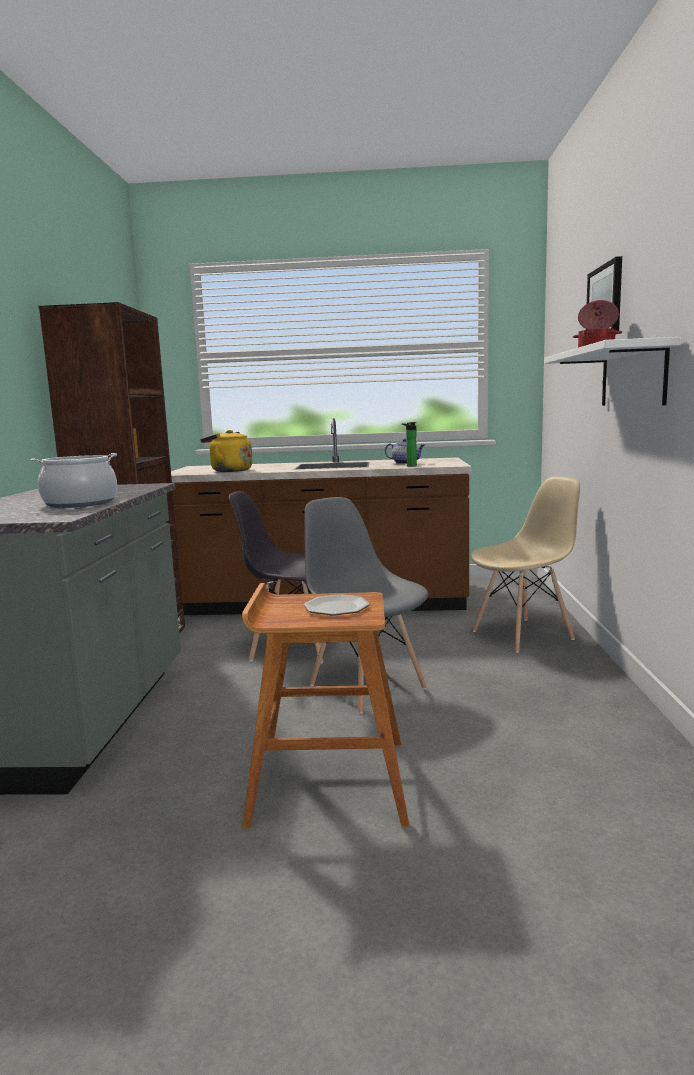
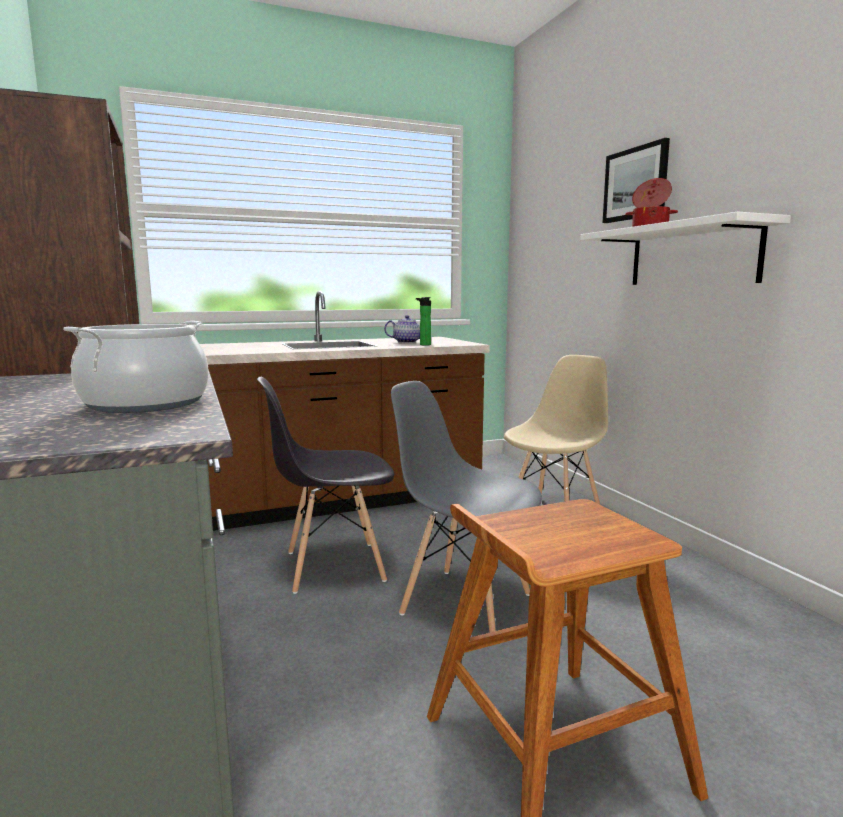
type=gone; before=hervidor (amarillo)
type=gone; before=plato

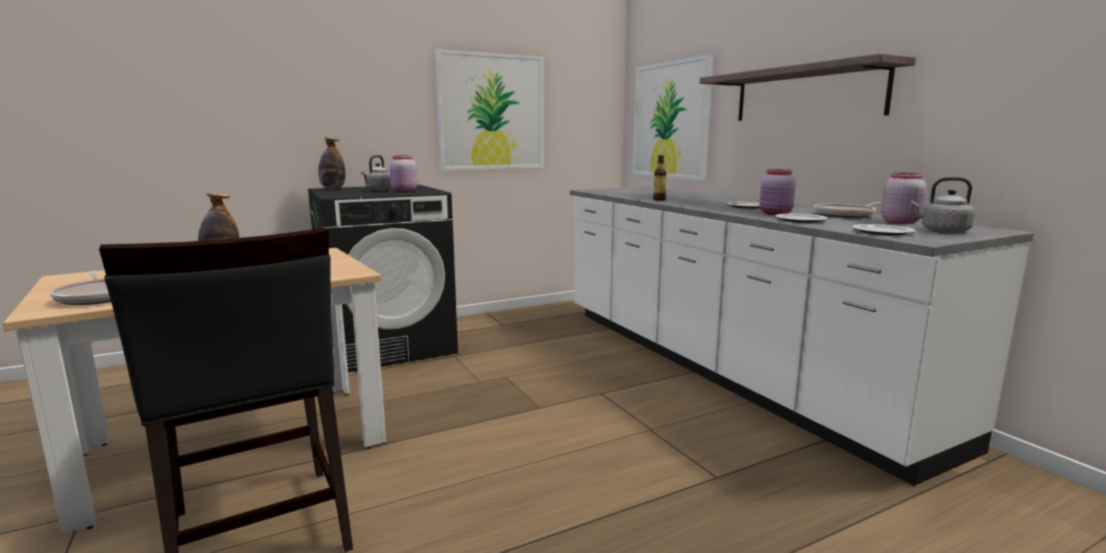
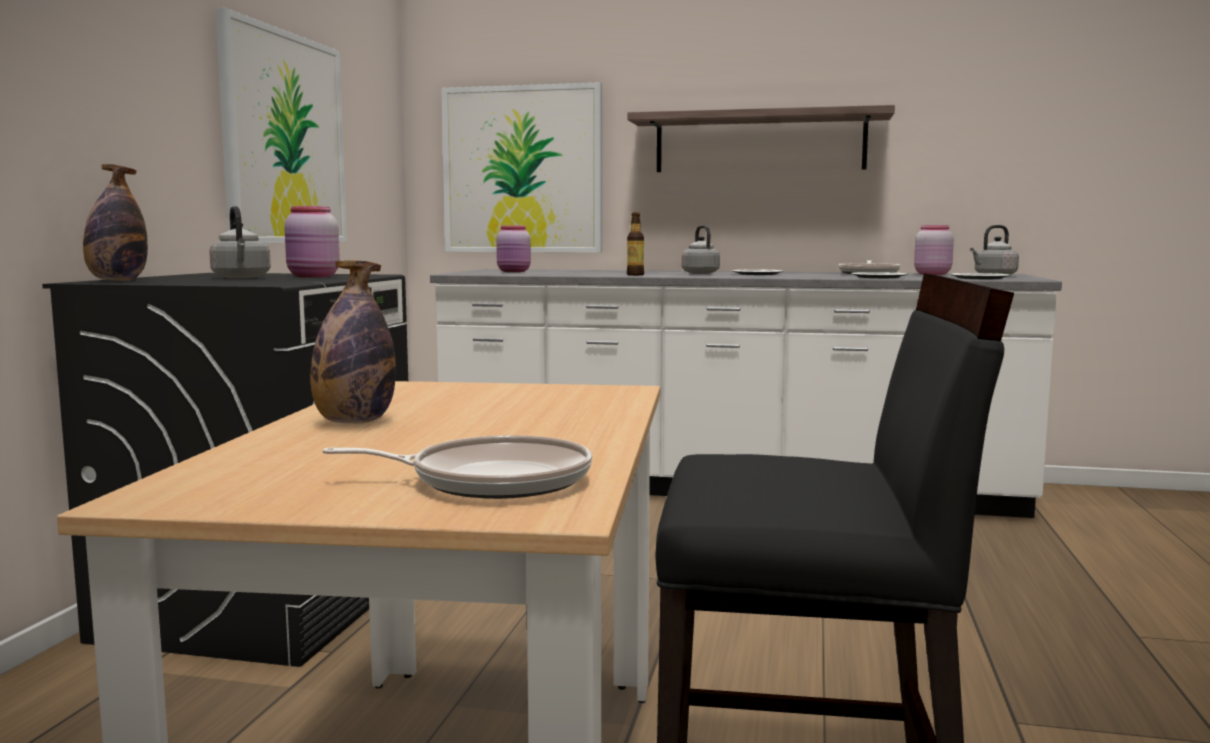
type=shifted; before=tarro (rosa) (no. 2 from left)
type=new; after=hervidor (gris) (no. 2 from left)

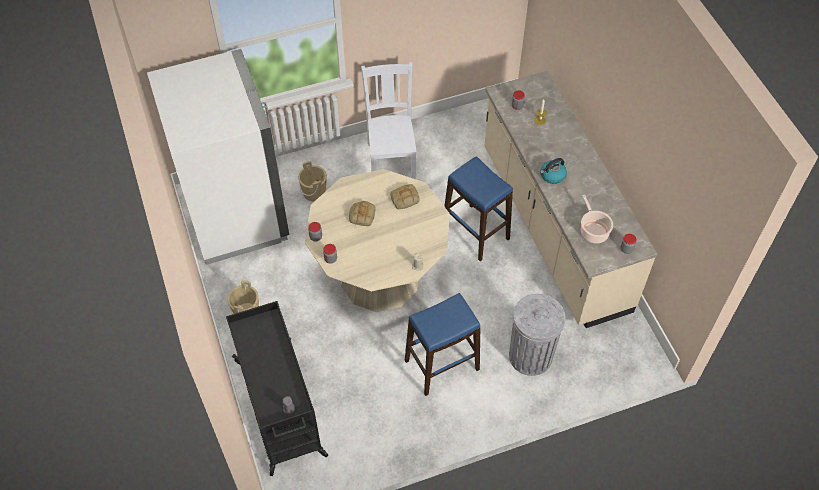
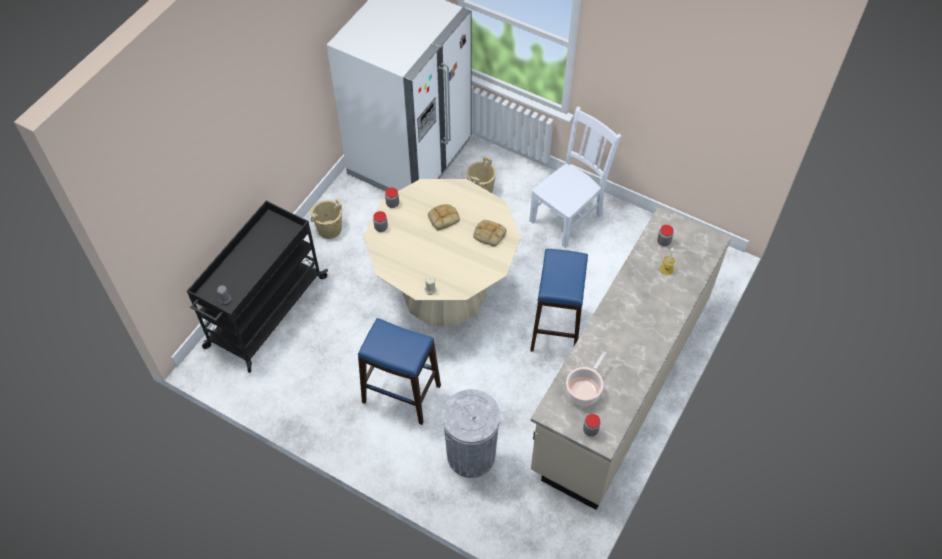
type=gone; before=hervidor

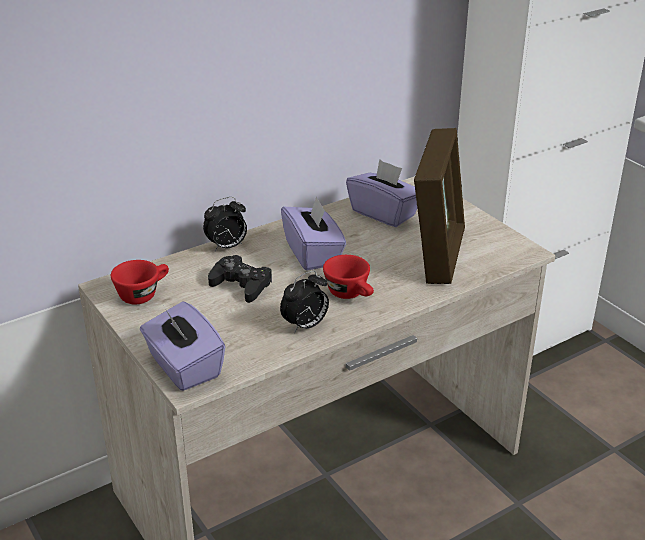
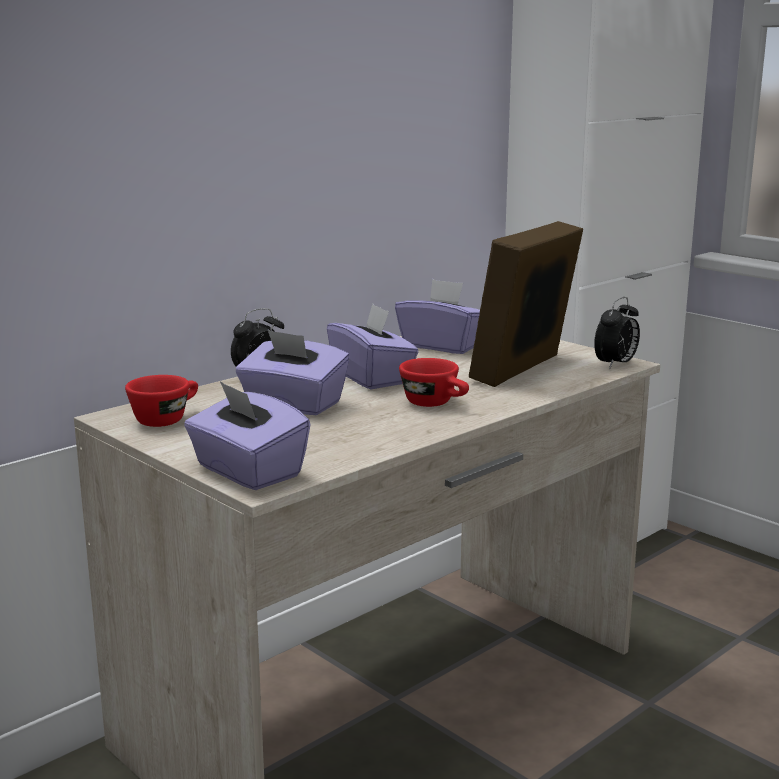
type=swapped; before=mando de consola (negro); after=caja de pañuelos (morado) (no. 2 from left)
type=shifted; before=despertador (no. 2 from left)
type=rotated; before=portarretratos; turn=-150

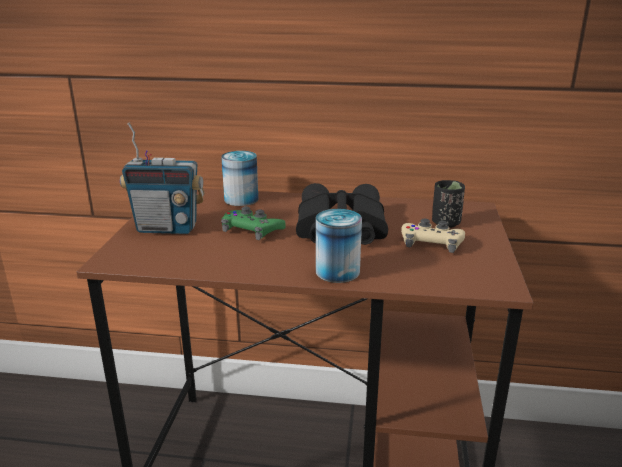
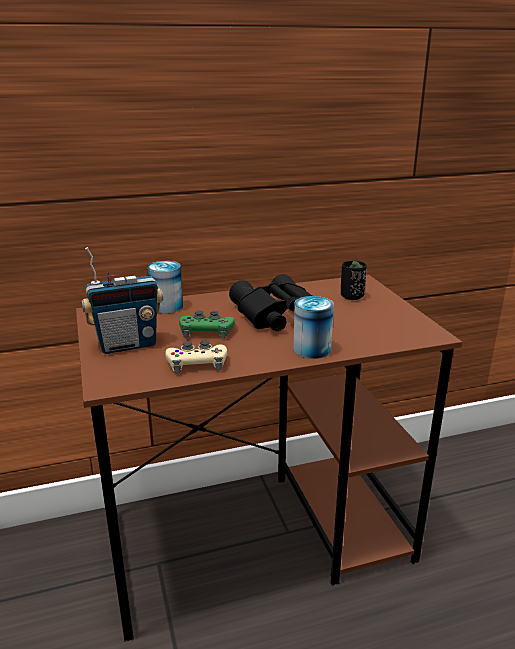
type=shifted; before=mando de consola (beis)

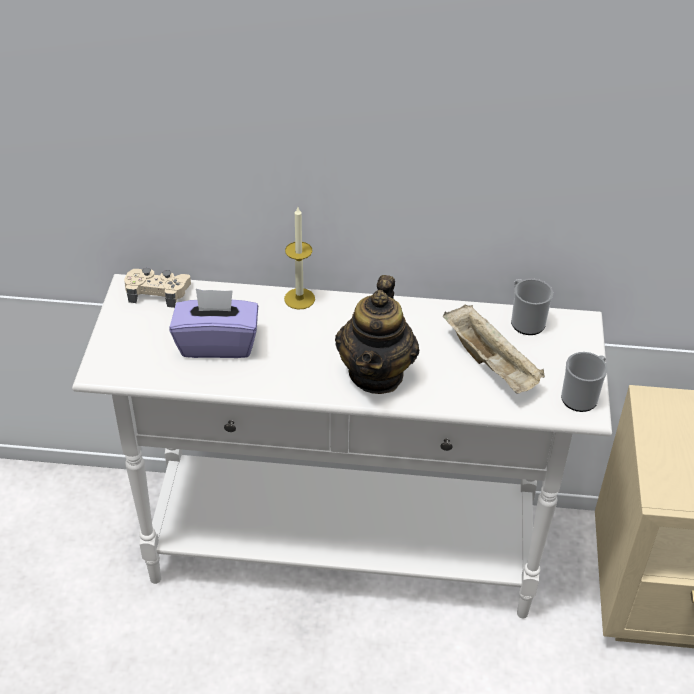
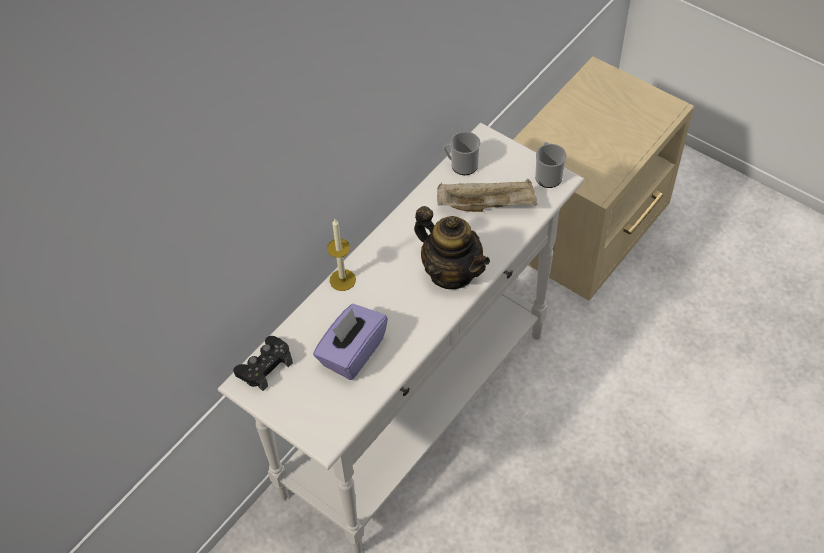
type=repainted; before=mando de consola (beis); after=mando de consola (negro)

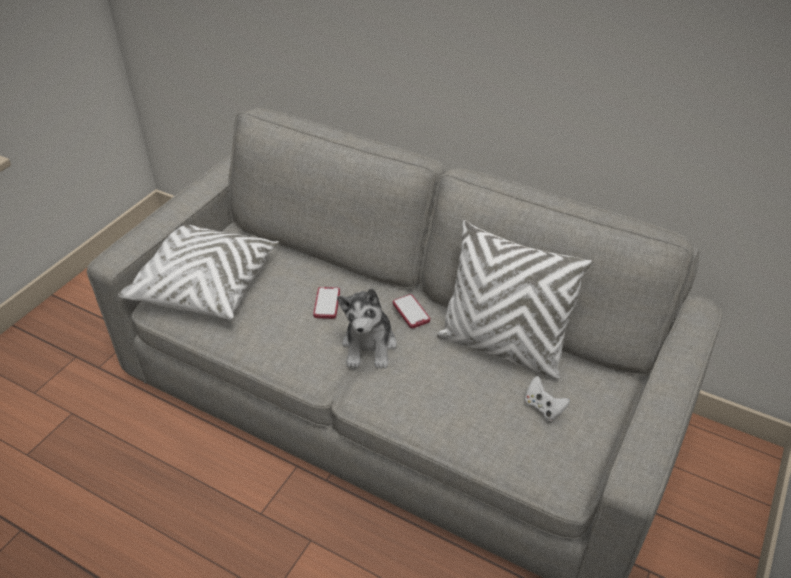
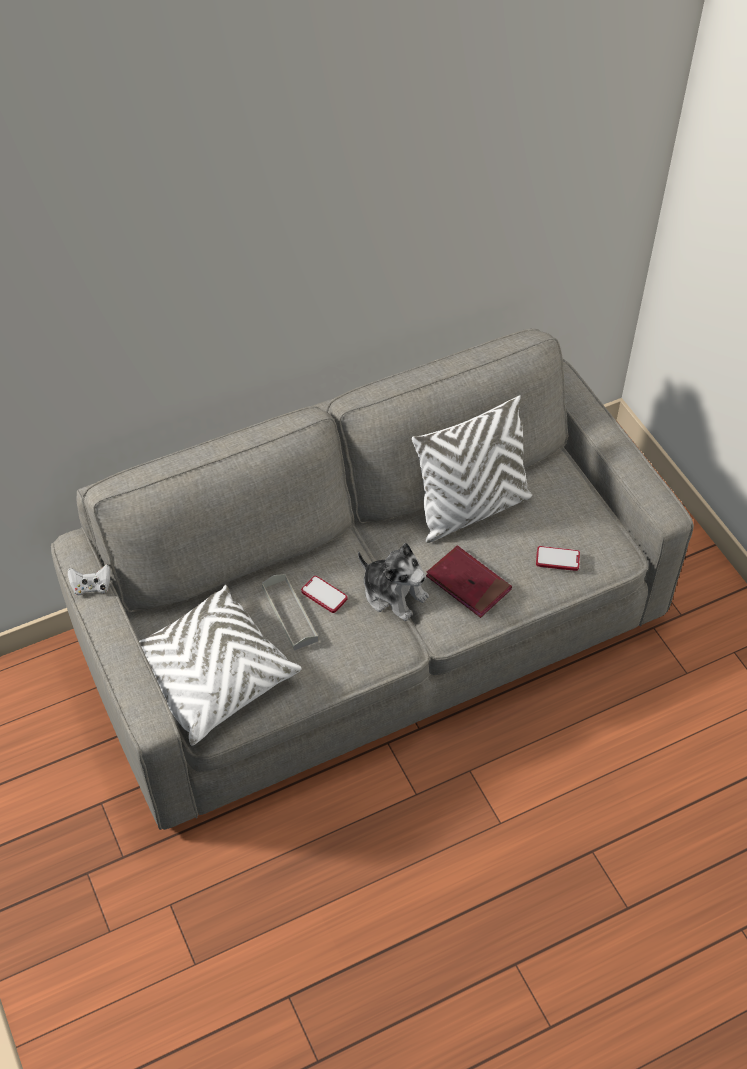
type=shifted; before=móvil (no. 2 from left)
type=shifted; before=mando de consola (blanco)
type=new; after=bandeja (gris)
type=new; after=libro (rojo)

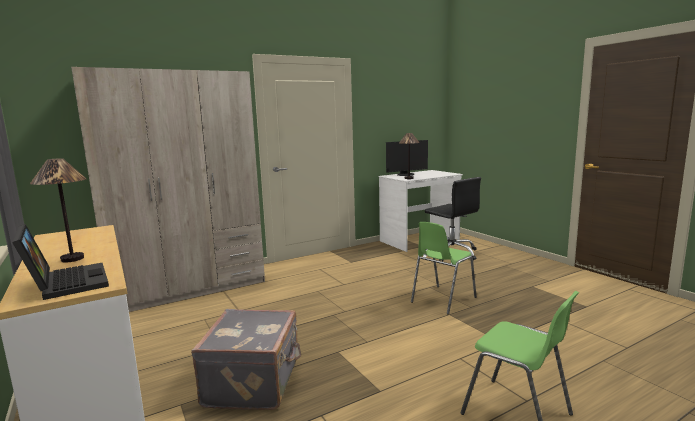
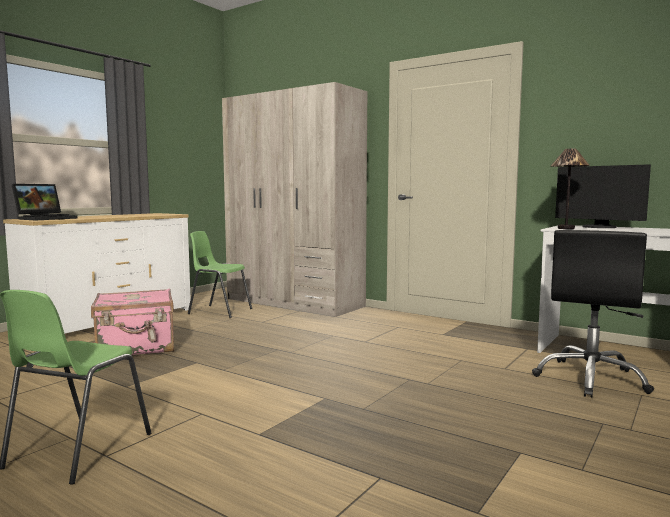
type=gone; before=lámpara de mesa (no. 1 from left)
type=repainted; before=maleta (gris); after=maleta (rosa)
type=shifted; before=silla (verde) (no. 1 from left in the first image); after=silla (verde) (no. 2 from left)

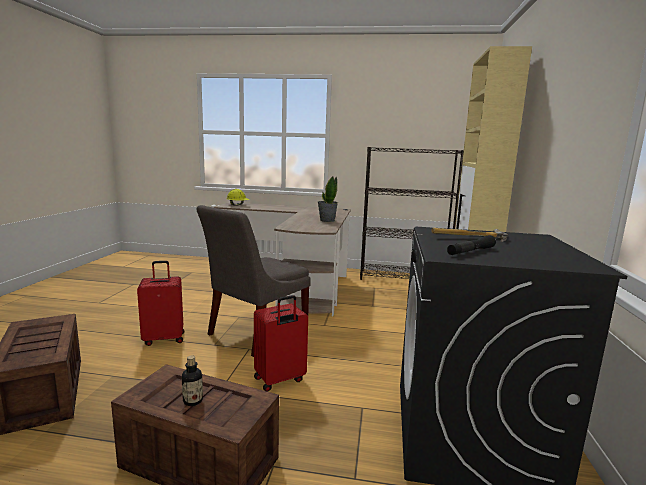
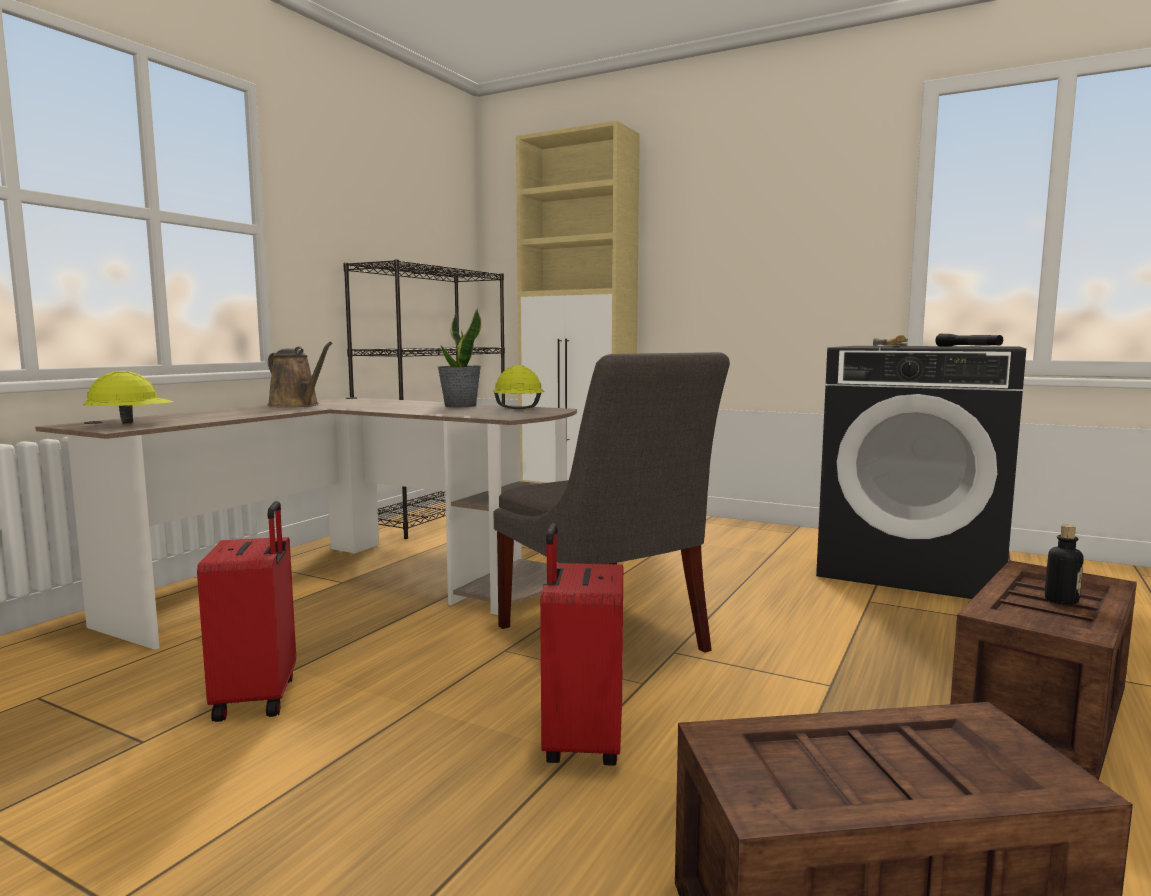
type=shifted; before=maleta (rojo) (no. 2 from left in the first image); after=maleta (rojo) (no. 1 from left)
type=new; after=regadera (marrón)
type=new; after=casco (amarillo) (no. 2 from left)

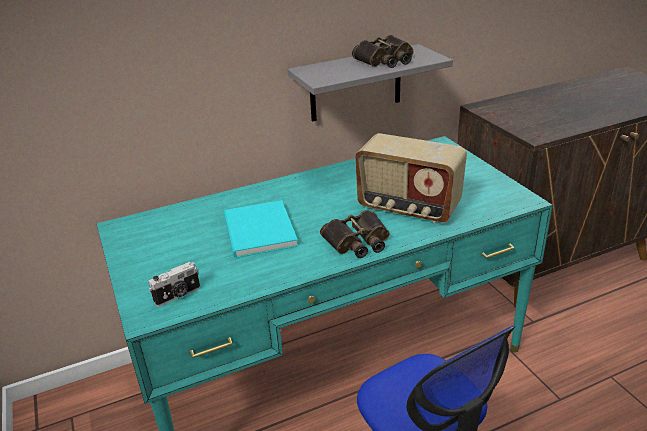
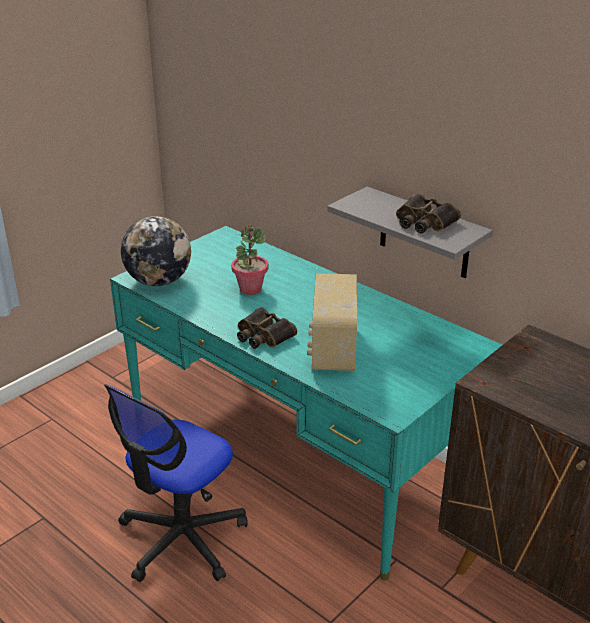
type=swapped; before=cámara; after=globo terráqueo
type=swapped; before=libro (turquesa); after=planta en maceta

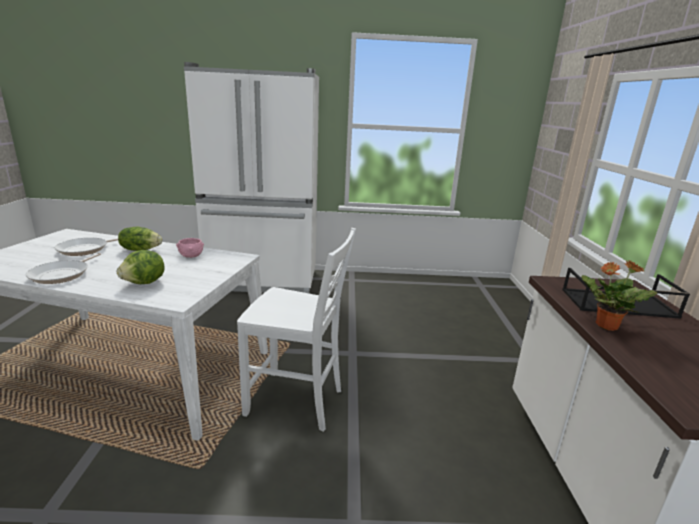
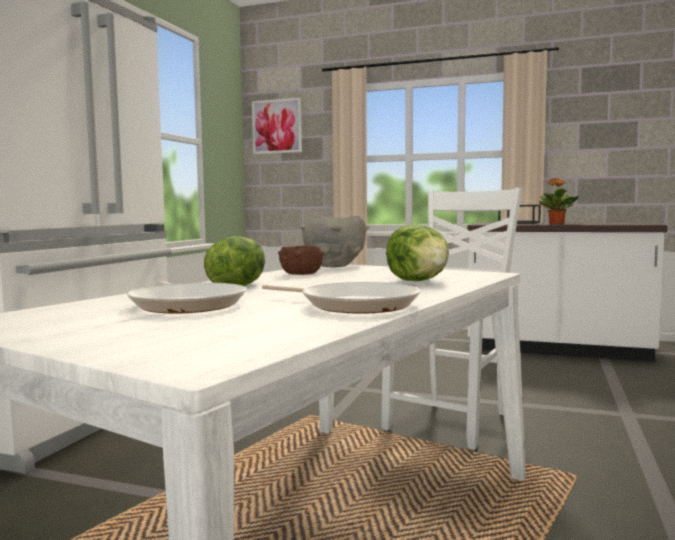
type=repainted; before=cuenco (rosa); after=cuenco (marrón)
type=new; after=cuadro
type=new; after=cuenco (gris)

